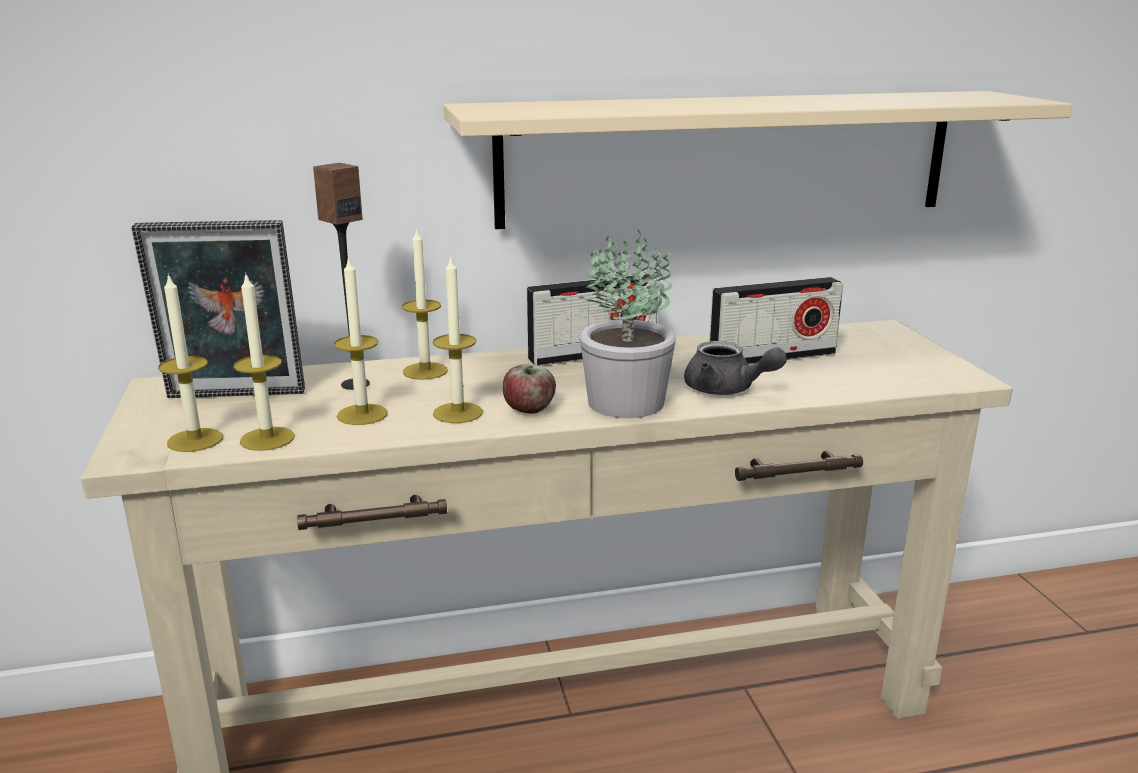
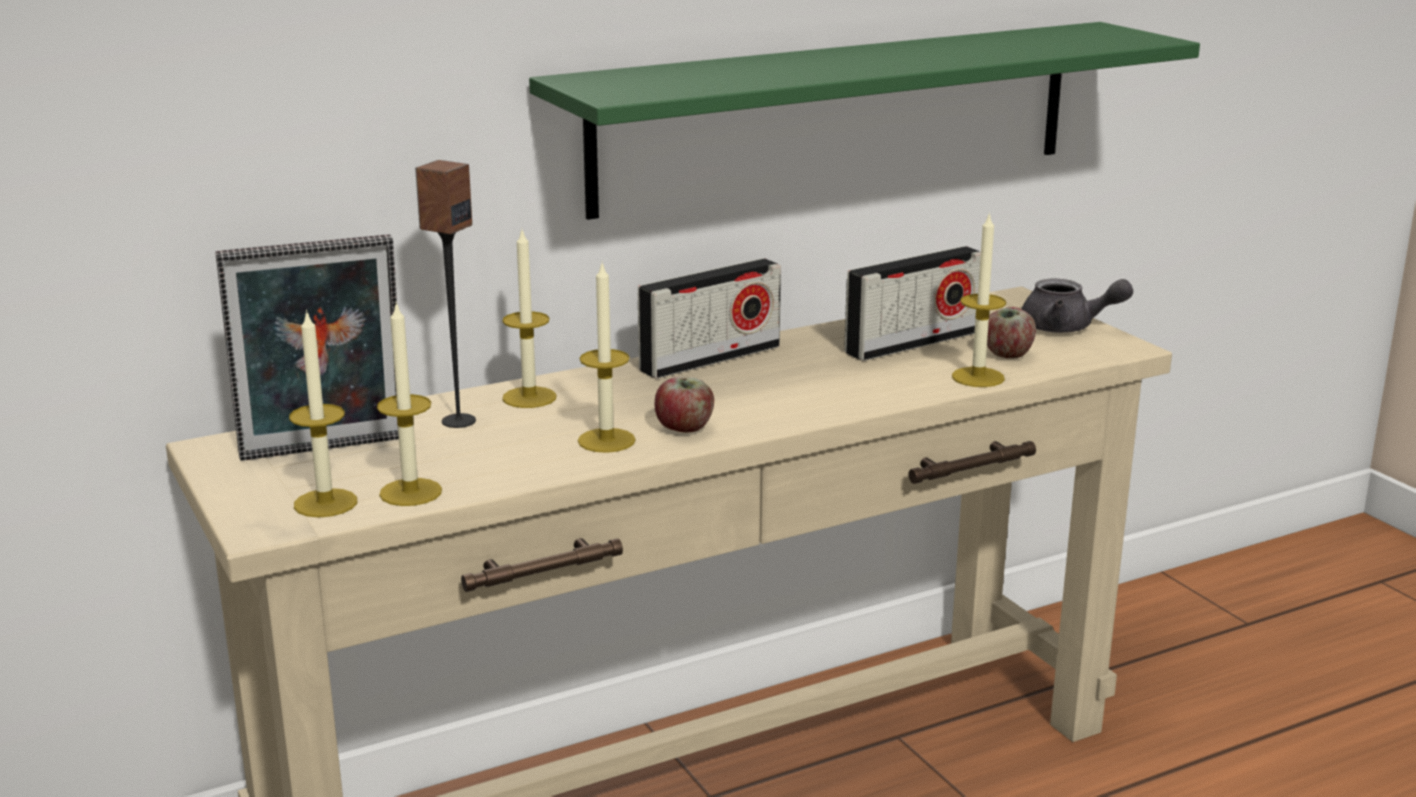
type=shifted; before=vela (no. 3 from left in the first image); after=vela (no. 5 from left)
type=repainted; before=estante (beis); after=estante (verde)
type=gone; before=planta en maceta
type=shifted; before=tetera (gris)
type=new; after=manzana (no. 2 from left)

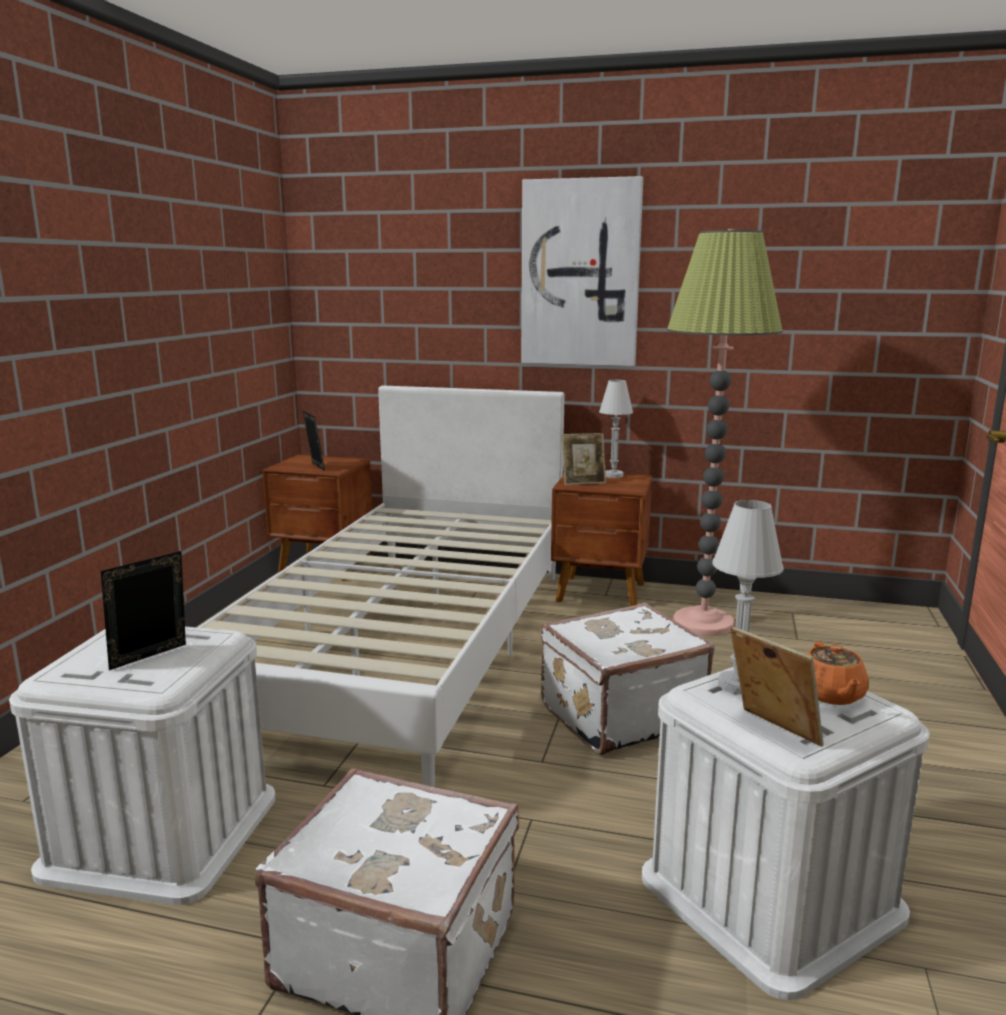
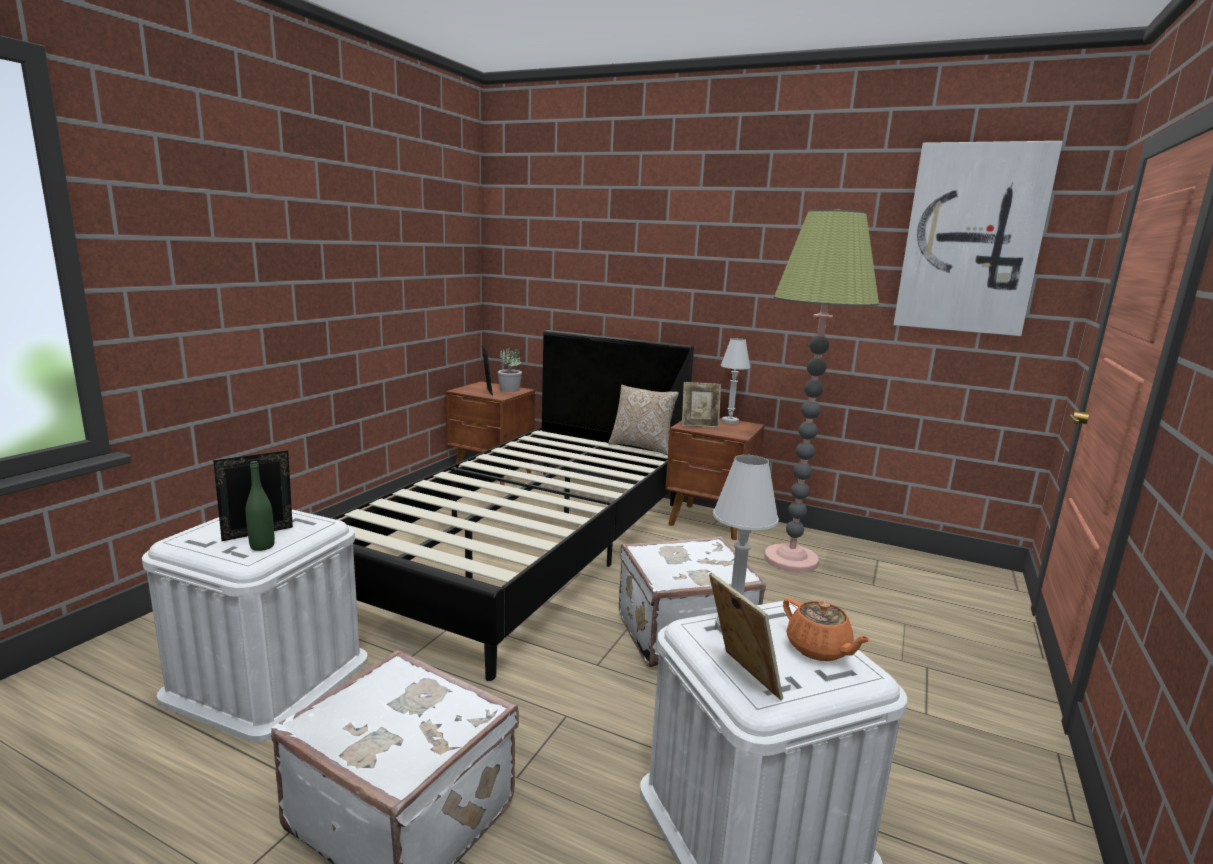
type=repainted; before=cama (blanco); after=cama (negro)
type=shifted; before=cuadro
type=rotated; before=tetera (naranja); turn=-45
type=new; after=botella (verde)
type=new; after=planta en maceta
type=new; after=cojín

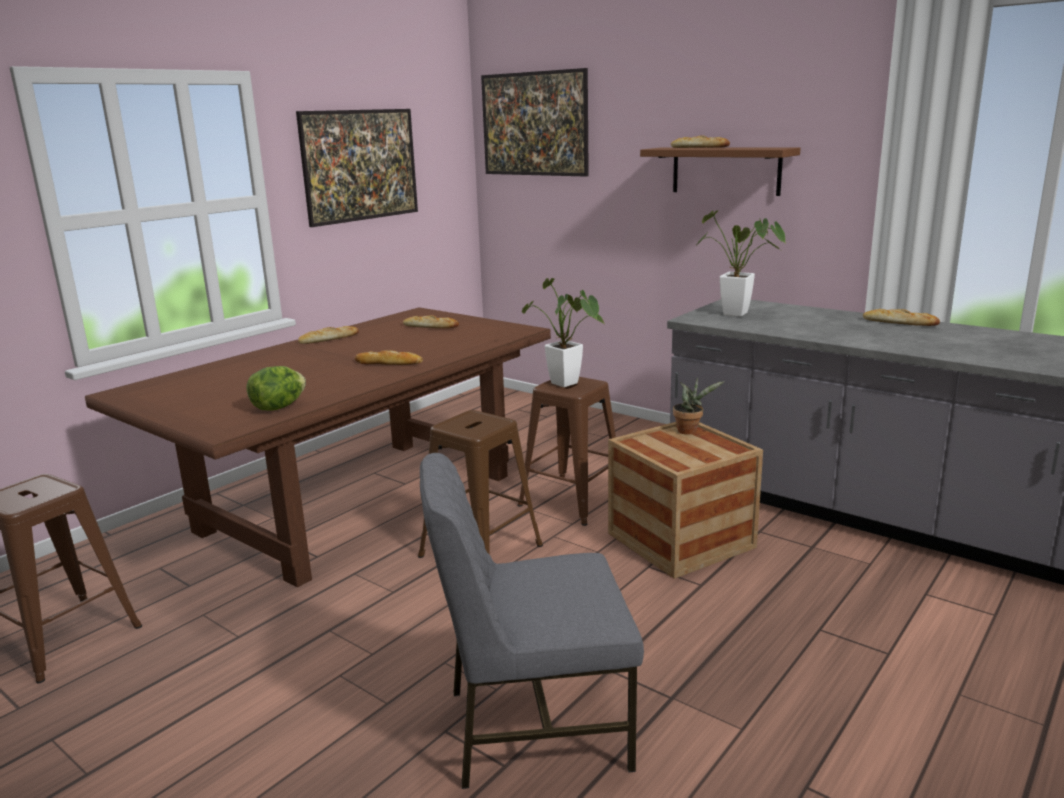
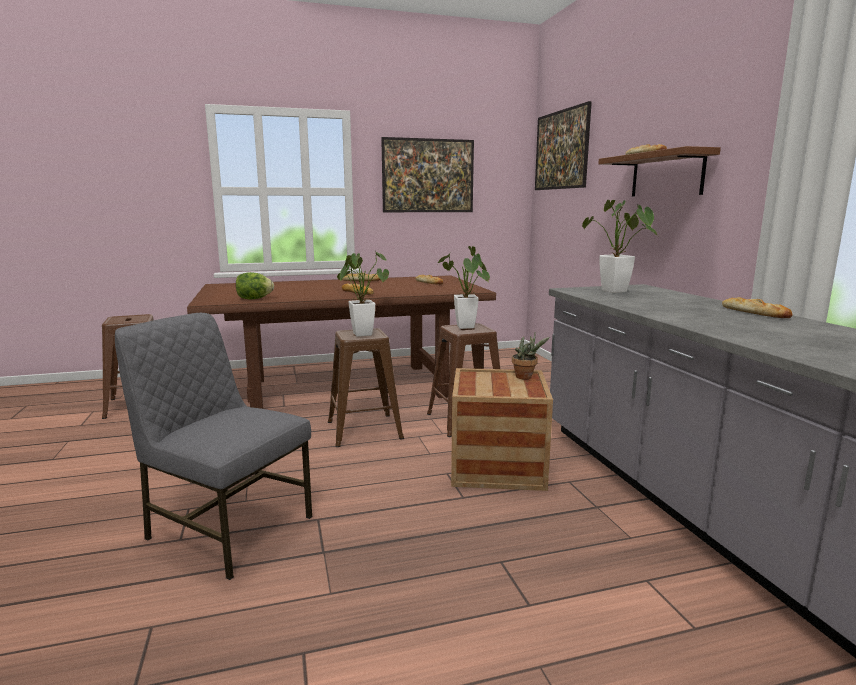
type=new; after=planta en maceta (no. 1 from left)

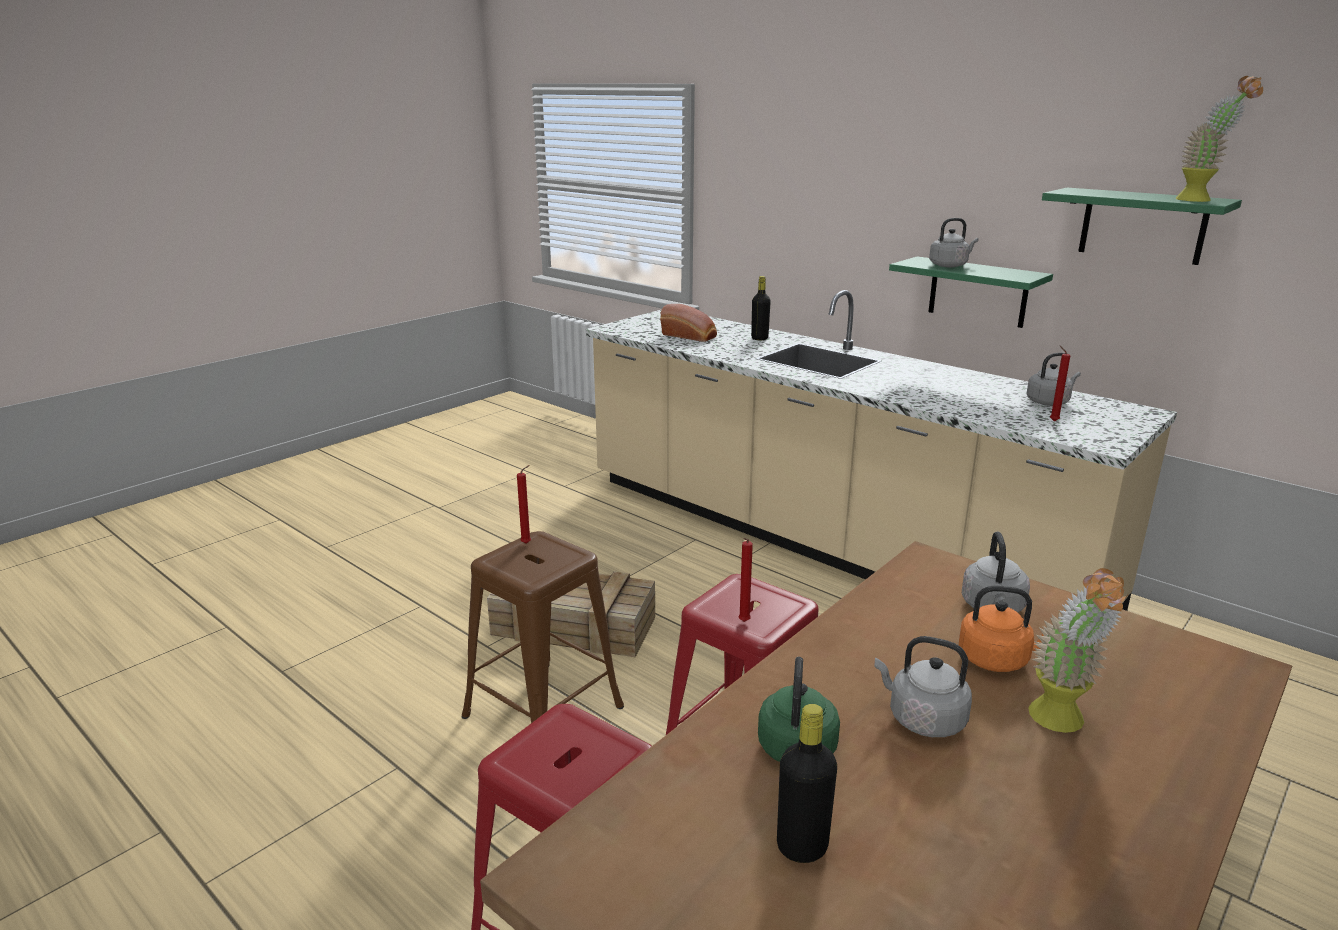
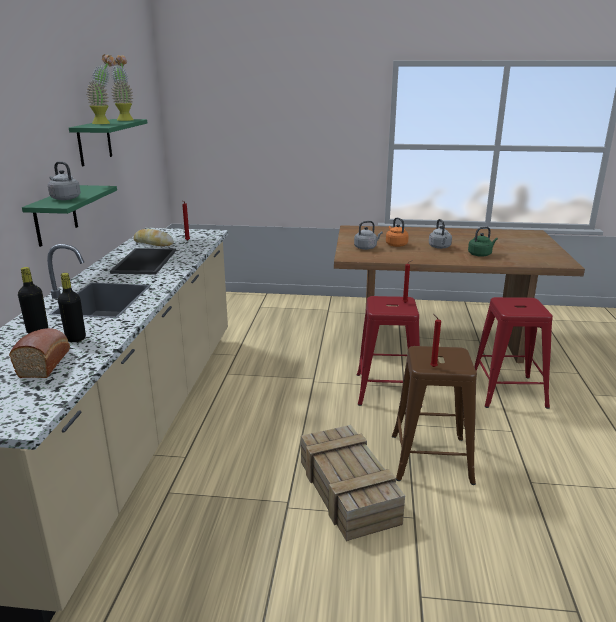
type=shifted; before=botella (negro) (no. 2 from left)
type=swapped; before=hervidor (gris) (no. 4 from left); after=pan (no. 2 from left)
type=shifted; before=planta en maceta (no. 1 from left)
type=new; after=bandeja

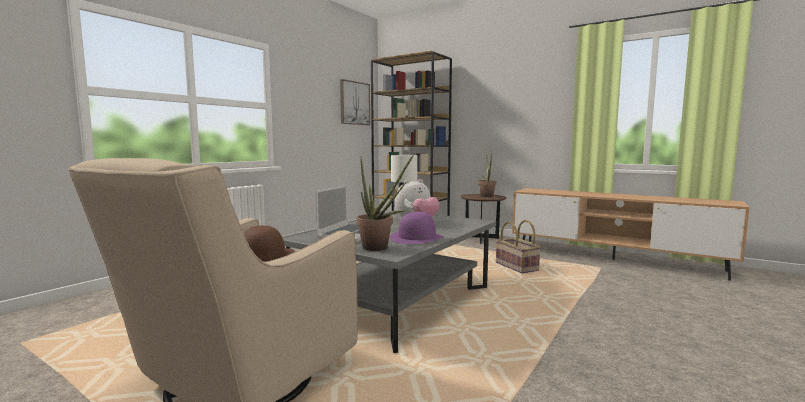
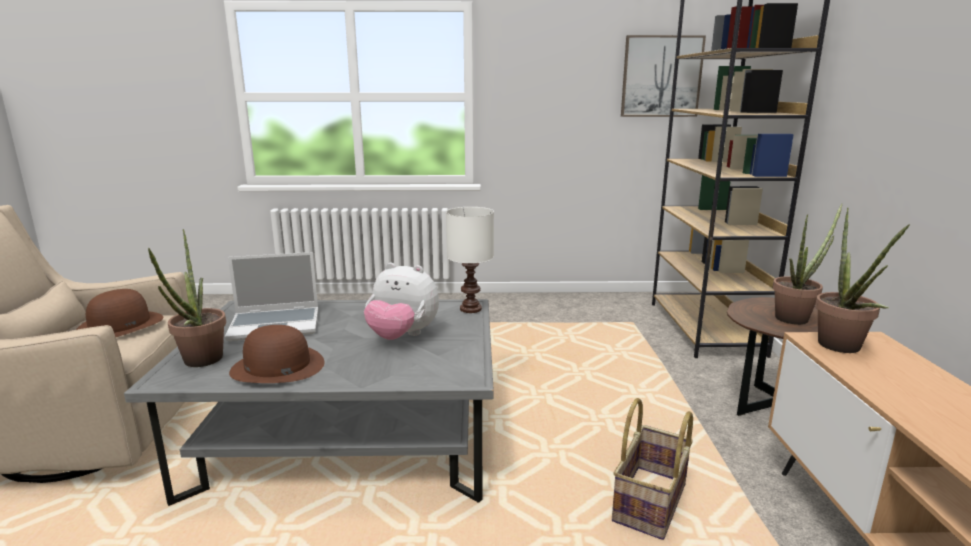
type=repainted; before=sombrero (morado); after=sombrero (marrón) (no. 2 from left)
type=new; after=planta en maceta (no. 3 from left)

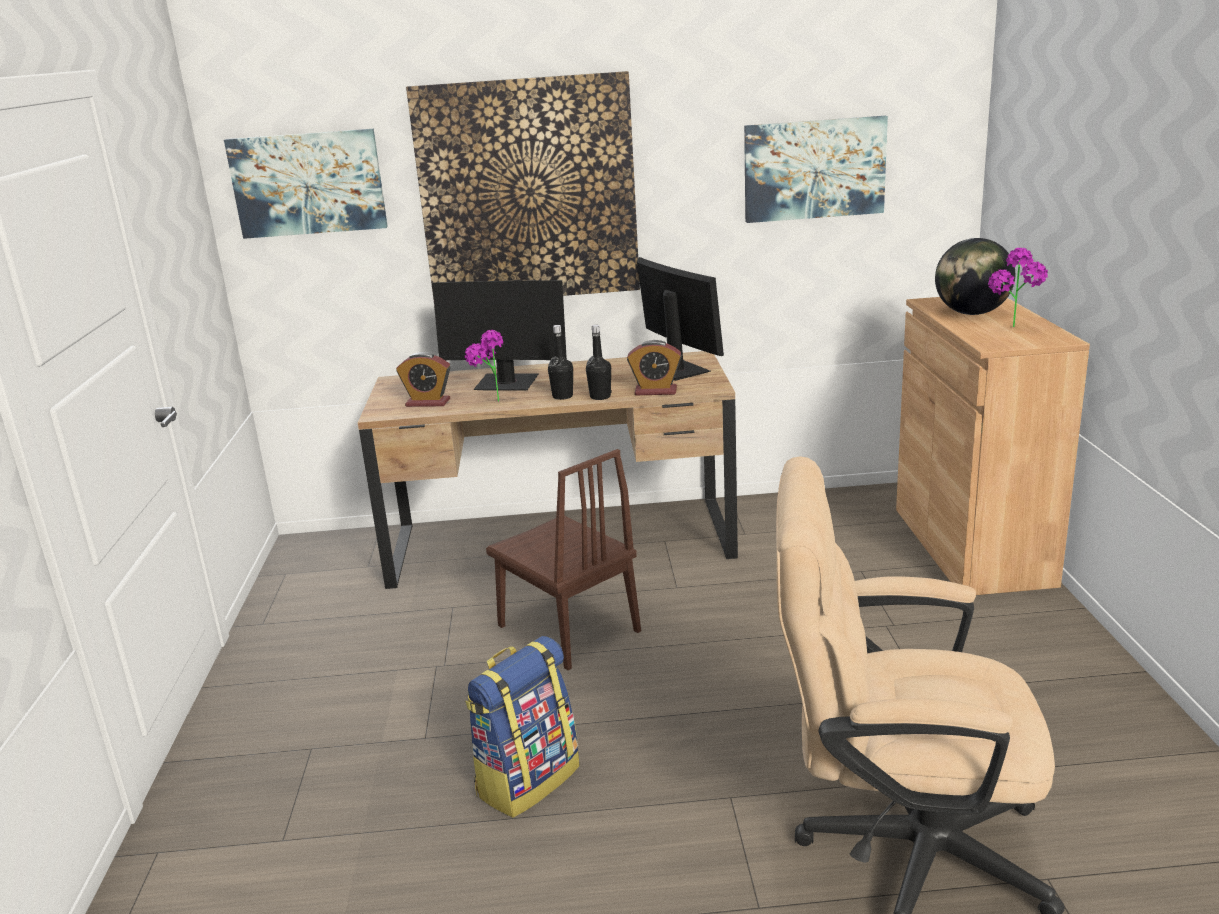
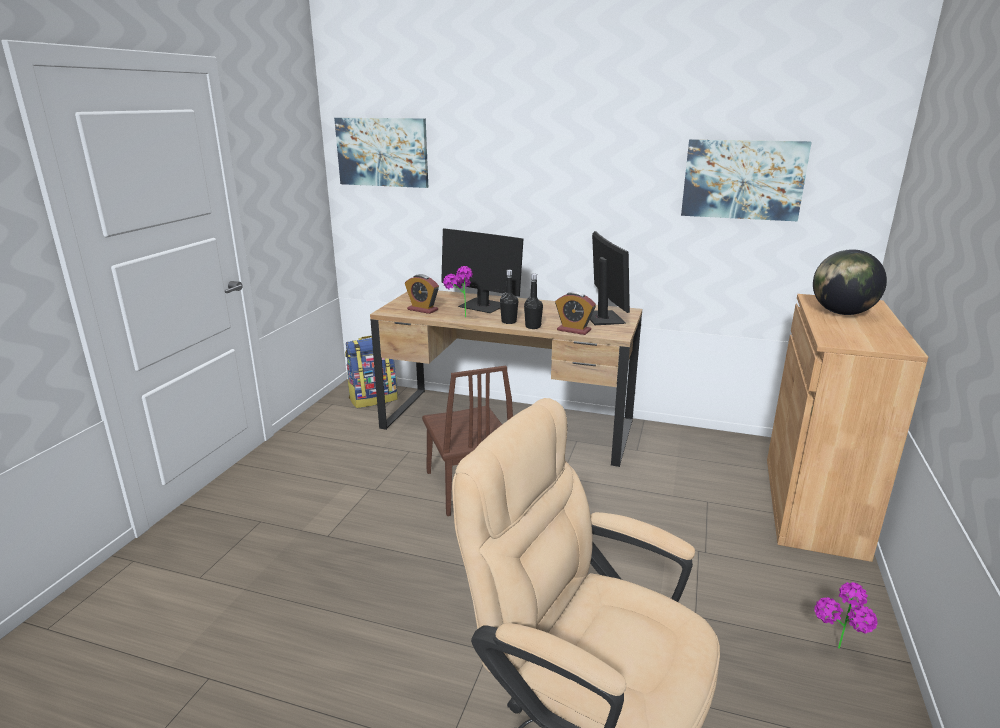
type=gone; before=cuadro (no. 2 from left)
type=shifted; before=mochila
type=shifted; before=planta en maceta (no. 2 from left)

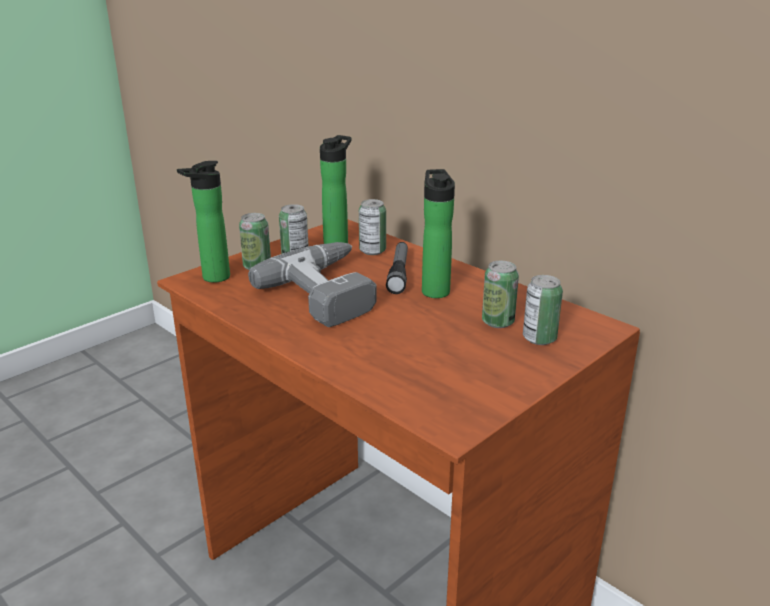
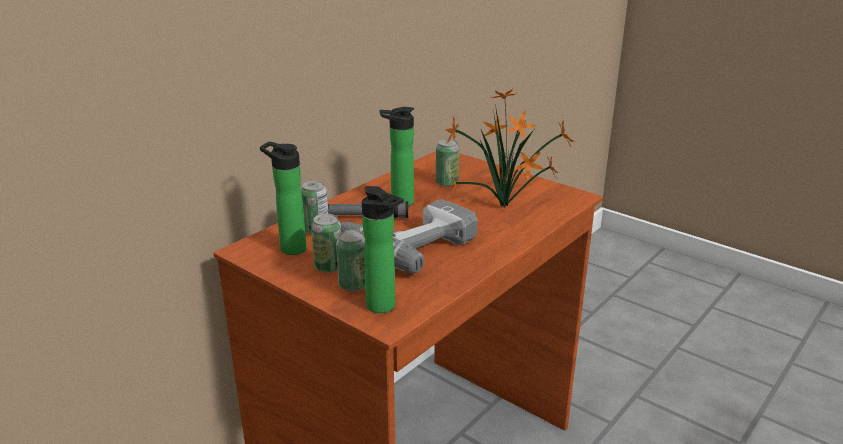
type=gone; before=lata (no. 5 from left)
type=new; after=planta en maceta

